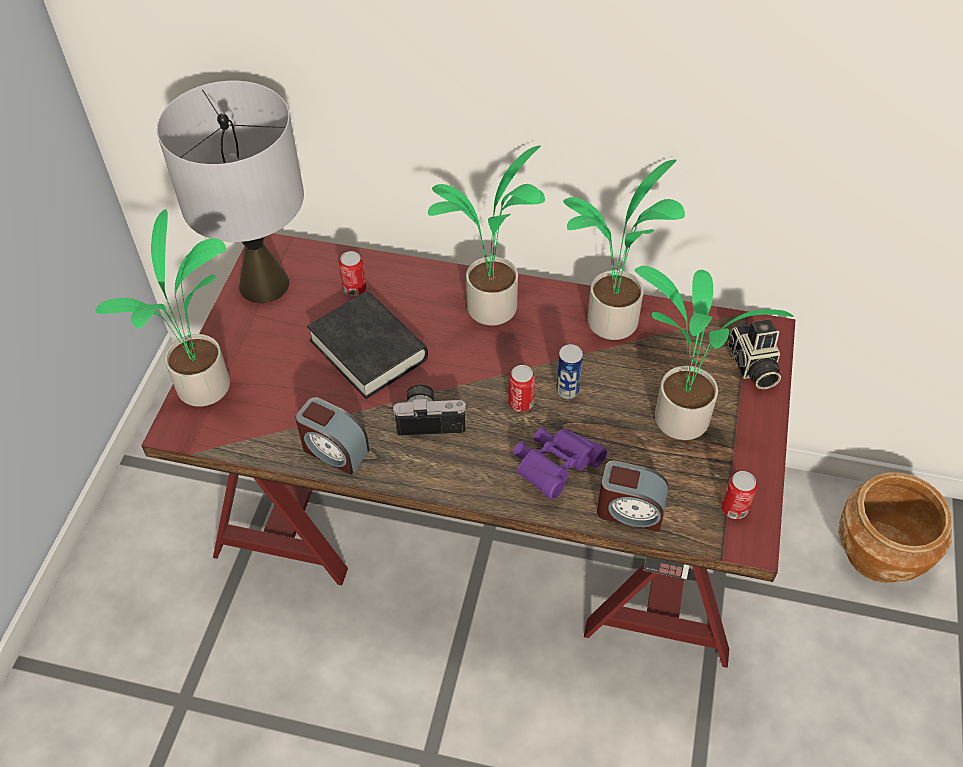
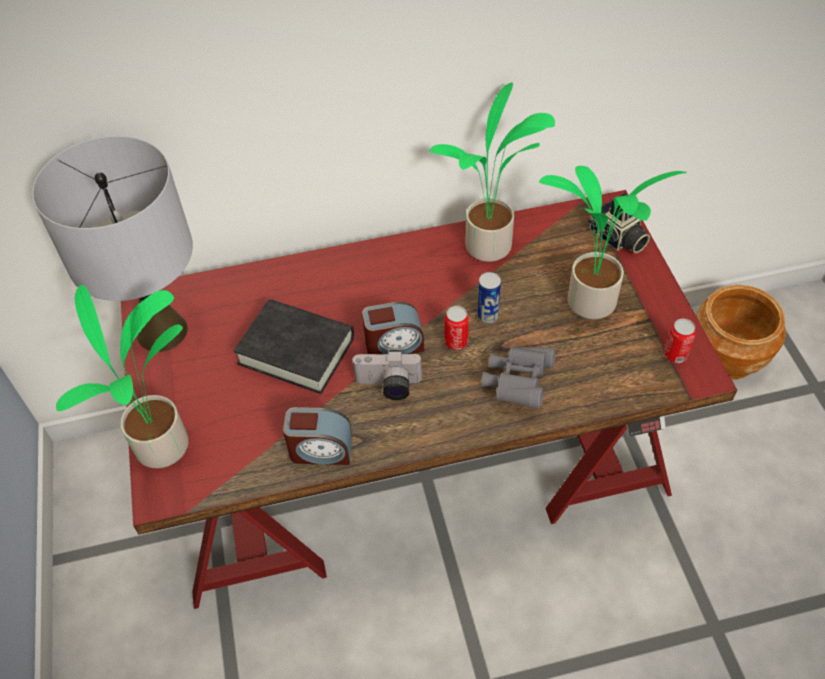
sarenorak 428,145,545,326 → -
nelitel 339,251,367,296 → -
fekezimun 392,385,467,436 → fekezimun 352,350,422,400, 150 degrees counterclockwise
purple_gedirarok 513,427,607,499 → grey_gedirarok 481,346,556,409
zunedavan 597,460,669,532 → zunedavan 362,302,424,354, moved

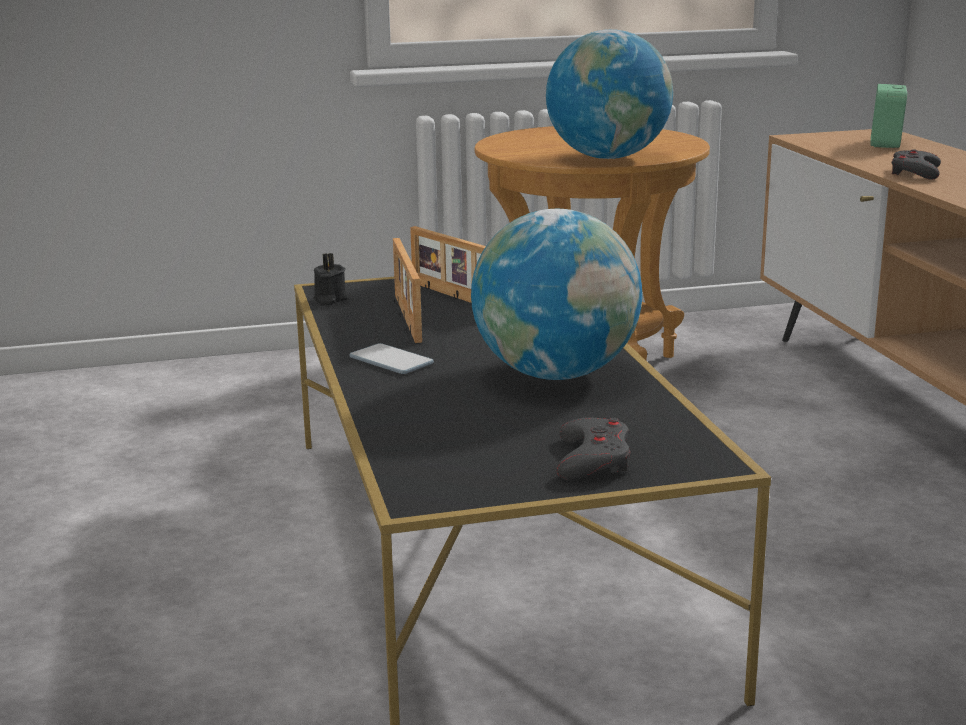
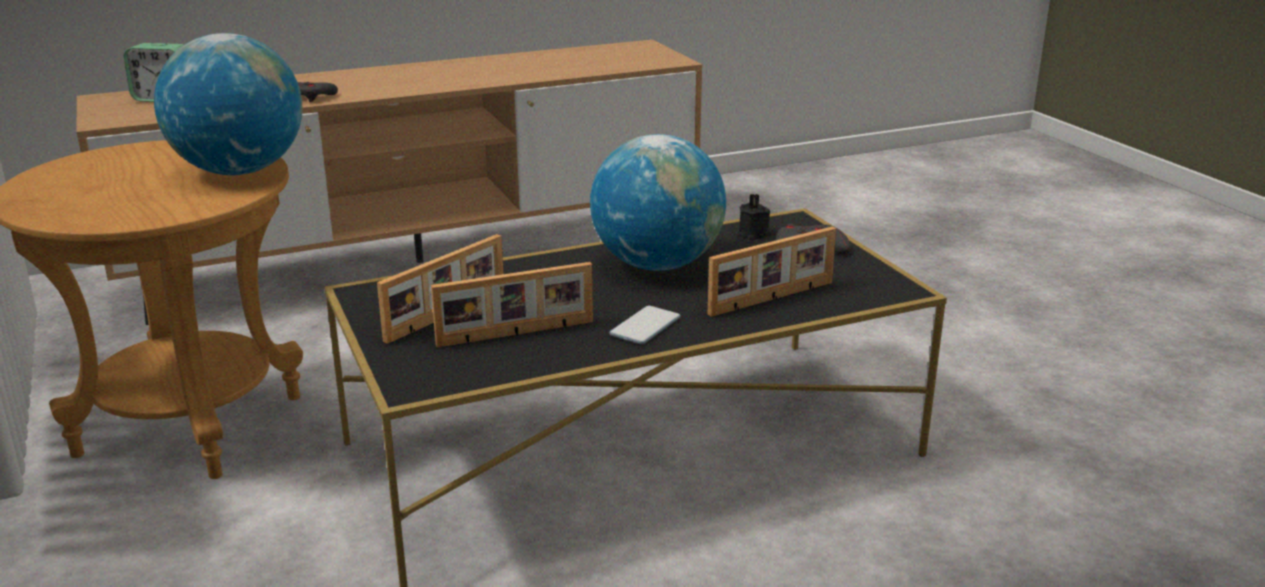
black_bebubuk 314,253,347,305 → black_bebubuk 738,194,771,240, moved
- → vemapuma 708,227,836,317

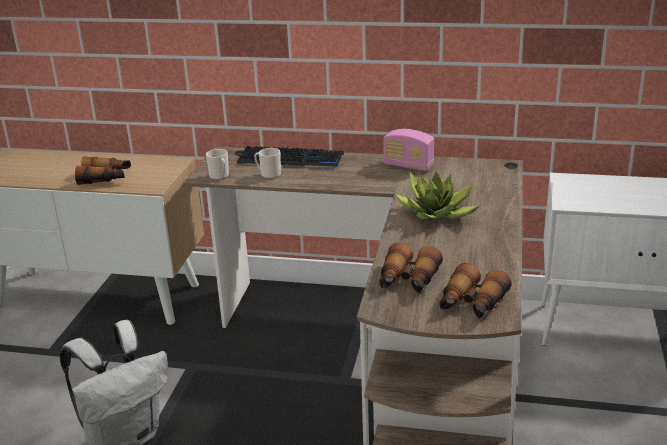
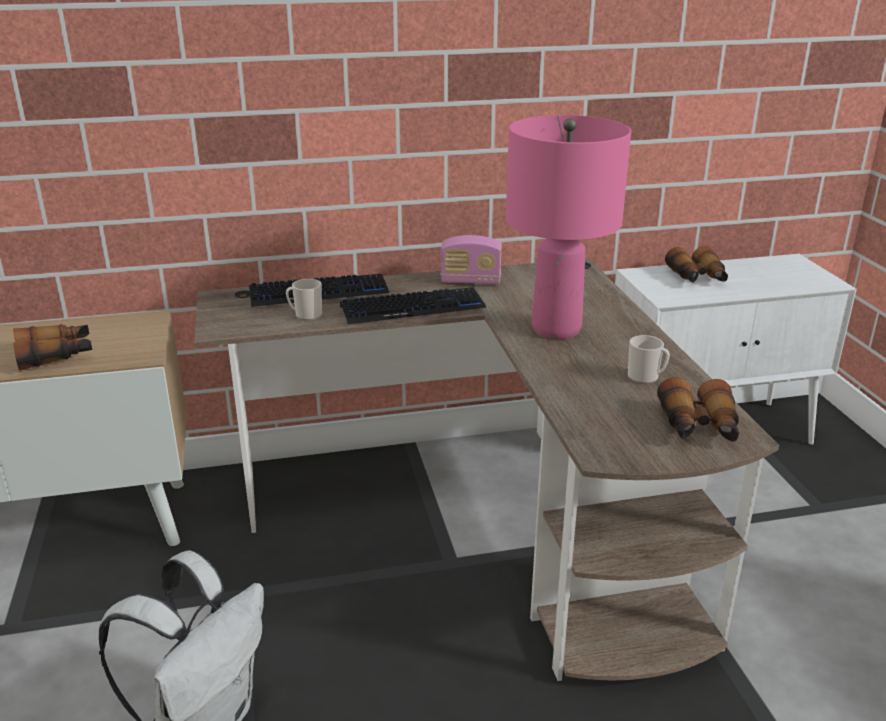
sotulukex 206,149,229,180 → sotulukex 628,335,670,384, moved
sarenorak 395,171,480,219 → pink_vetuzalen 506,115,631,339
gedirarok 379,243,443,293 → gedirarok 665,246,728,283, moved
- → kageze 340,287,486,324

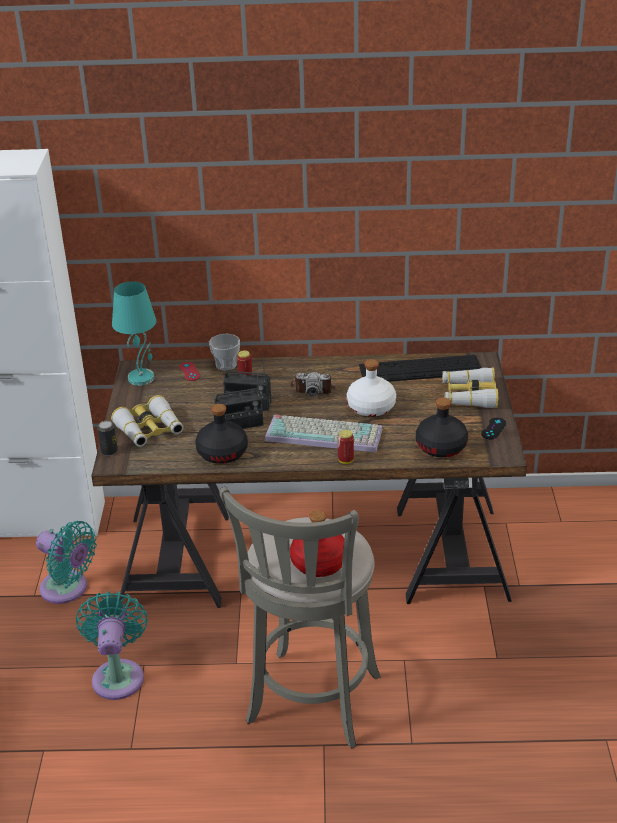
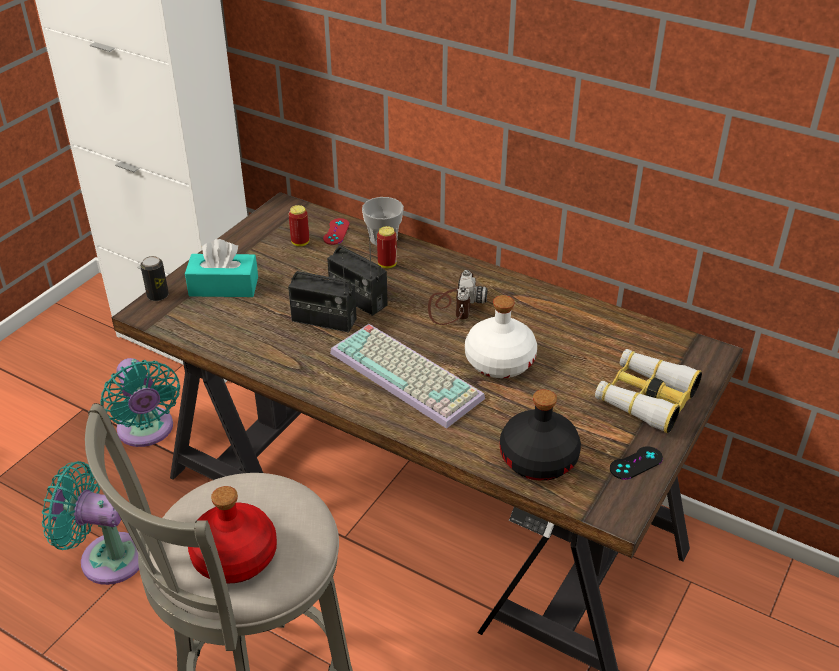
turquoise_vetuzalen 112,281,156,386 → -
kageze 359,355,481,382 → -
fekezimun 291,372,335,397 → fekezimun 428,270,488,325, 120 degrees counterclockwise
gedirarok 111,395,183,447 → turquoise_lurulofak 185,239,258,297
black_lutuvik 195,404,248,464 → -
nelitel 338,430,354,464 → nelitel 289,205,309,246, moved
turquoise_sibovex 76,591,147,700 → turquoise_sibovex 42,461,139,585, 105 degrees counterclockwise

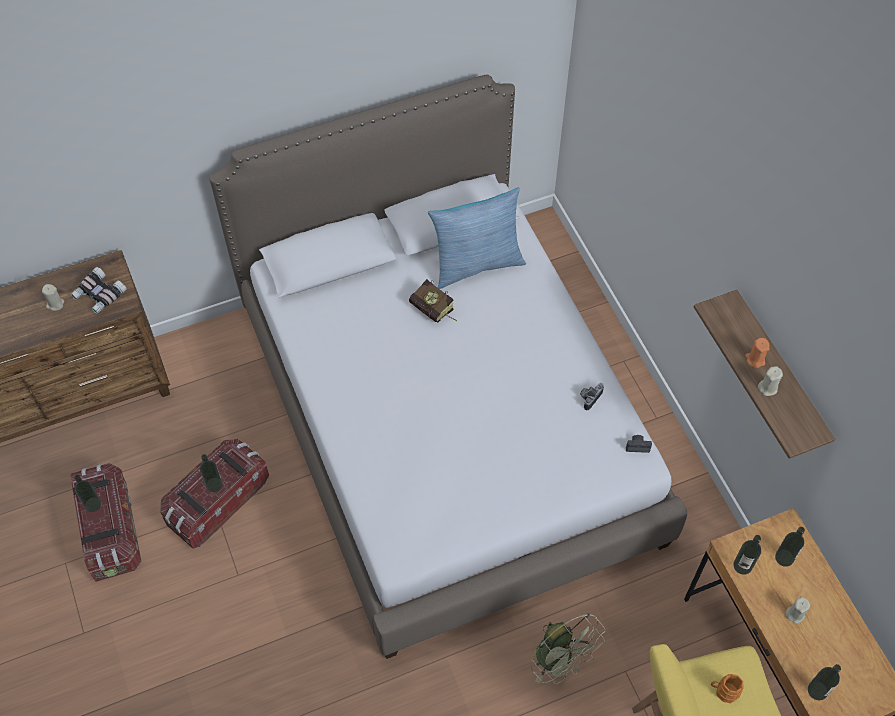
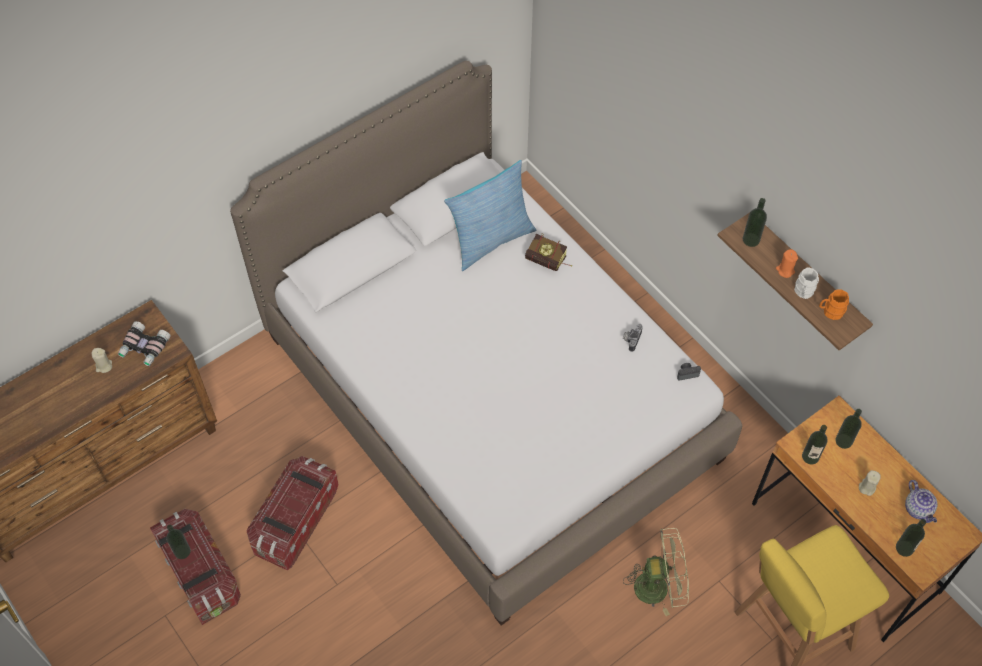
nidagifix 409,279,457,322 → nidagifix 525,234,573,271, moved
beige_bebubuk 758,366,783,396 → white_sotulukex 794,267,819,299
lutuvik 200,454,223,492 → lutuvik 743,198,767,247, moved
green_sibovex 531,613,605,684 → green_sibovex 623,528,689,616, 45 degrees counterclockwise
orange_sotulukex 711,674,744,703 → orange_sotulukex 819,289,849,320, moved
- → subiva 905,480,938,523

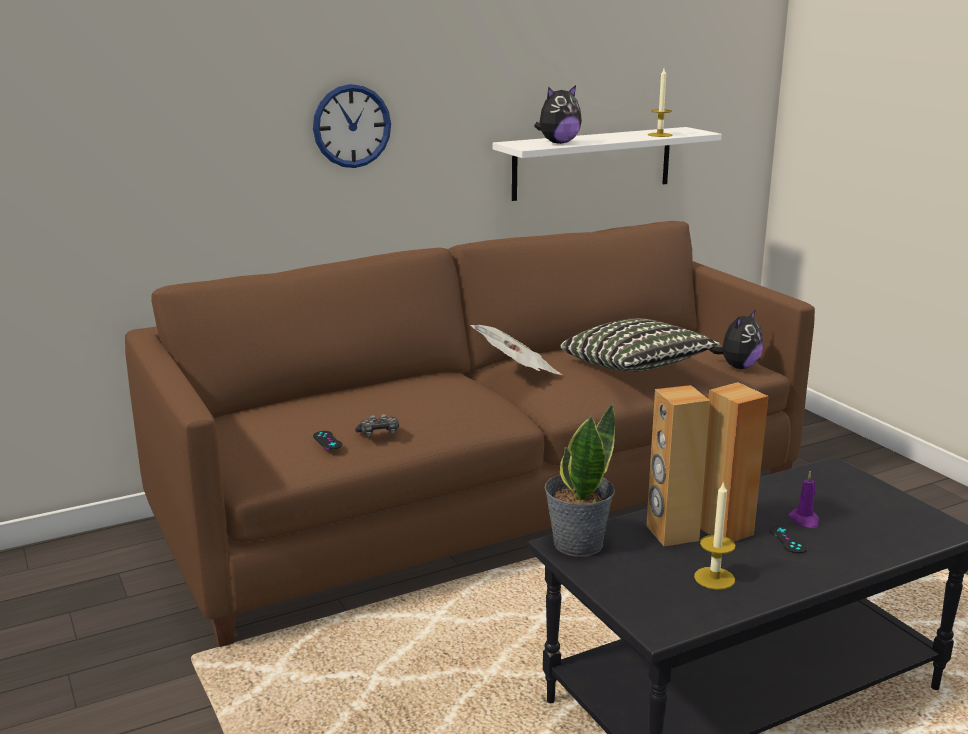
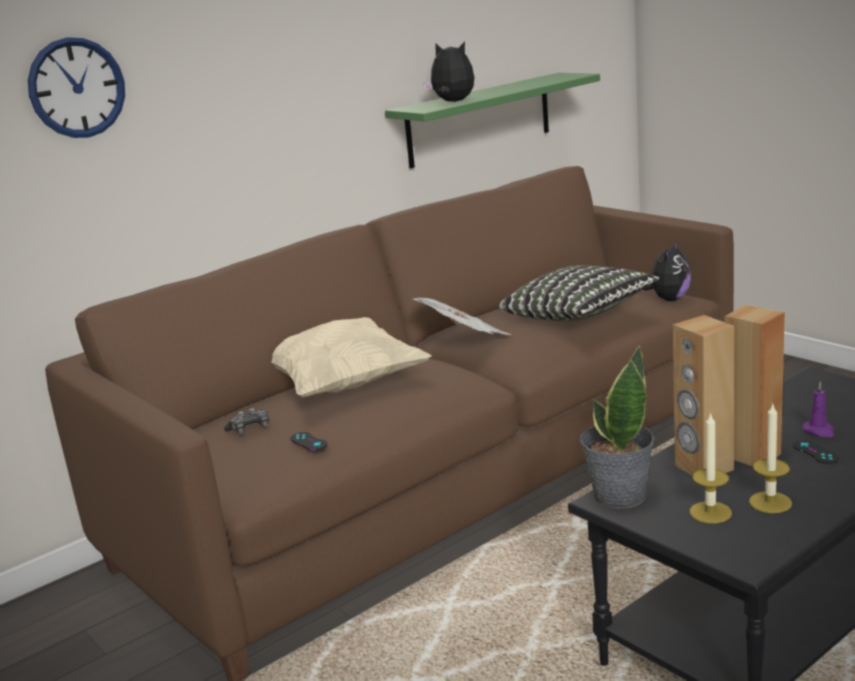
bebubuk 648,68,672,137 → bebubuk 690,412,732,523, moved
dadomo 313,84,391,168 → dadomo 28,37,125,138, moved
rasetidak 534,85,582,144 → rasetidak 423,42,475,102, 105 degrees counterclockwise
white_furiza 493,127,721,201 → green_furiza 385,73,600,168
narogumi 355,414,399,437 → narogumi 224,408,269,434, moved
- → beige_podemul 272,317,432,397

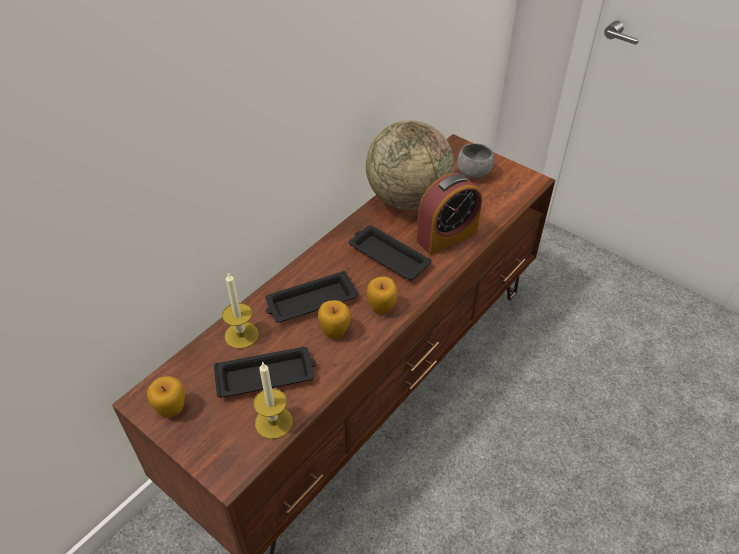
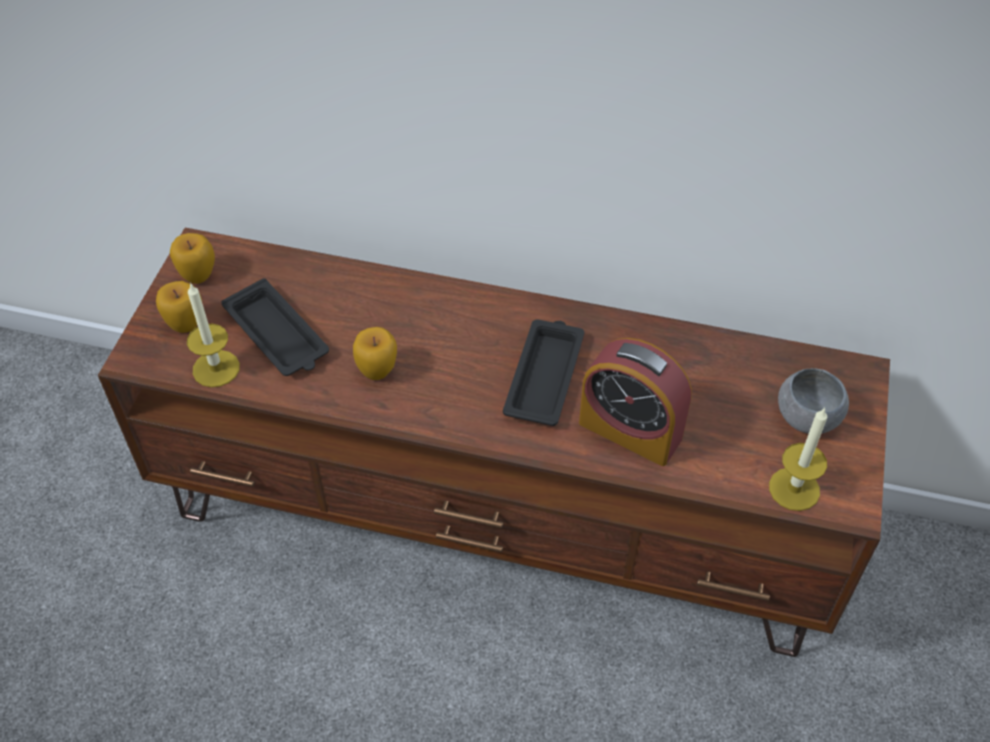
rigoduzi 366,120,454,210 → -
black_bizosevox 265,271,358,323 → -
bebubuk 222,273,259,349 → bebubuk 769,407,827,511, moved
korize 367,276,397,314 → korize 156,281,202,333, moved

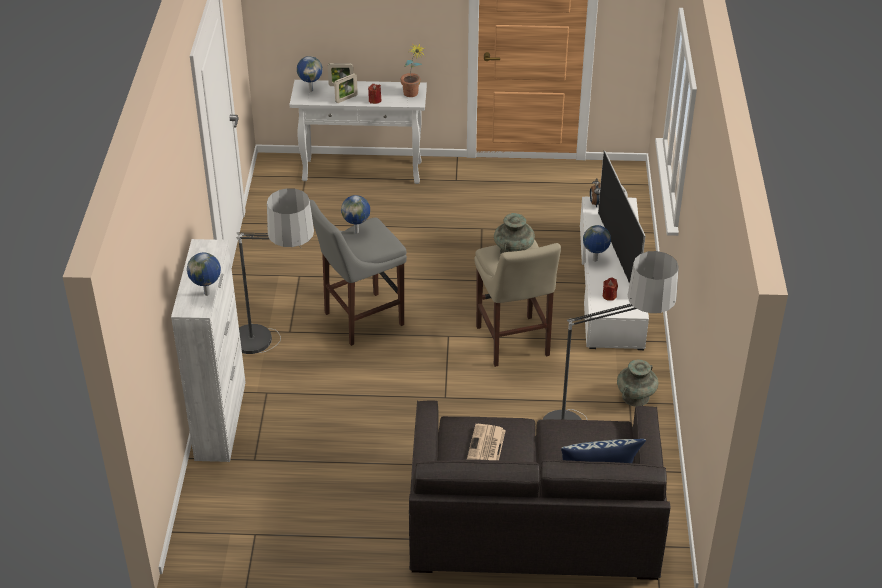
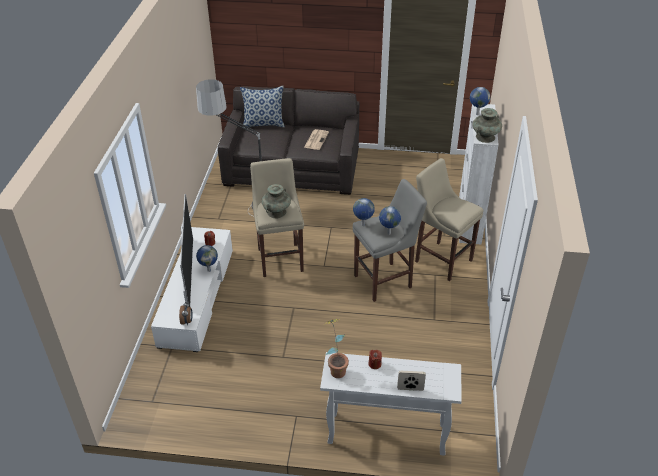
rigoduzi 297,56,323,92 → rigoduzi 353,198,375,226, moved
vemapuma 334,73,358,103 → -
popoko 236,188,314,354 → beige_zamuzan 415,158,484,281
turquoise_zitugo 617,359,658,406 → turquoise_zitugo 472,108,502,143, moved

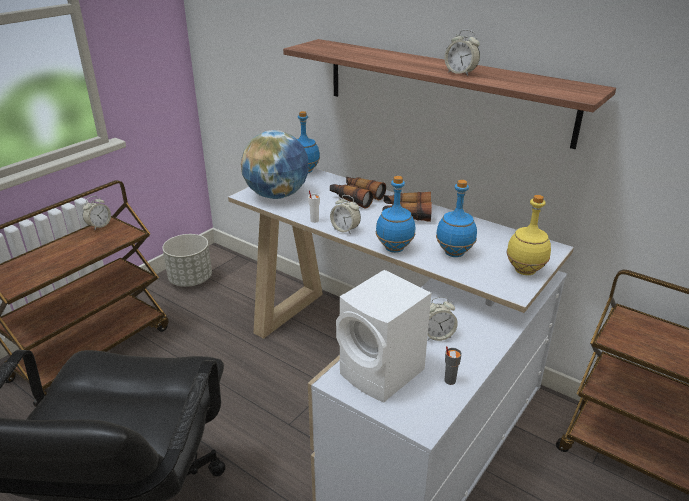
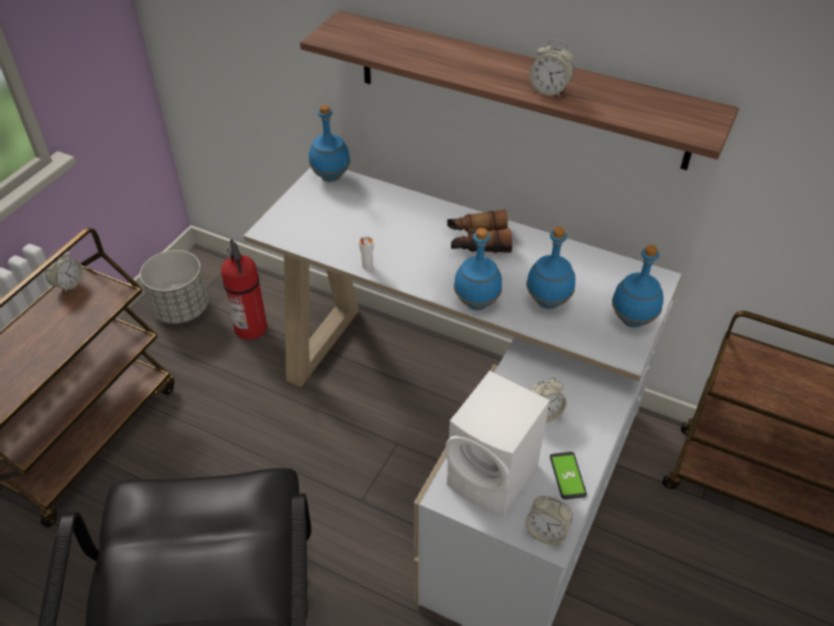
rigoduzi 241,130,309,199 → -
gedirarok 330,177,386,209 → -
zunedavan 330,195,361,235 → zunedavan 525,495,573,545, moved
yellow_lutuvik 507,195,551,275 → blue_lutuvik 612,245,664,328
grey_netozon 444,346,462,385 → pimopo 550,452,587,499
- → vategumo 221,239,267,340

